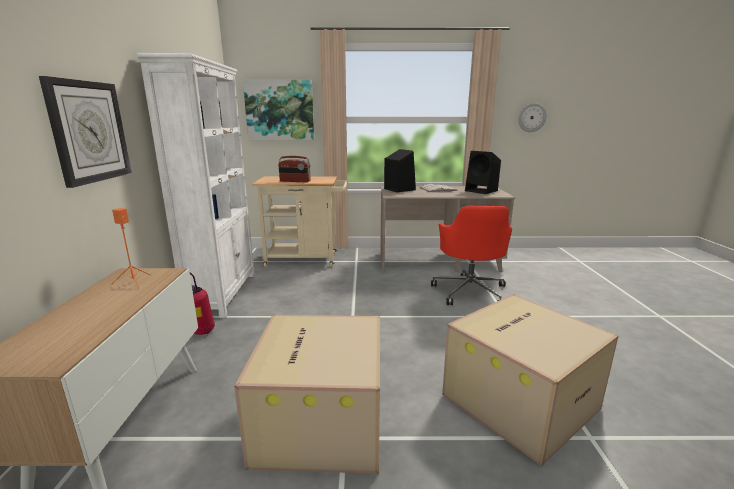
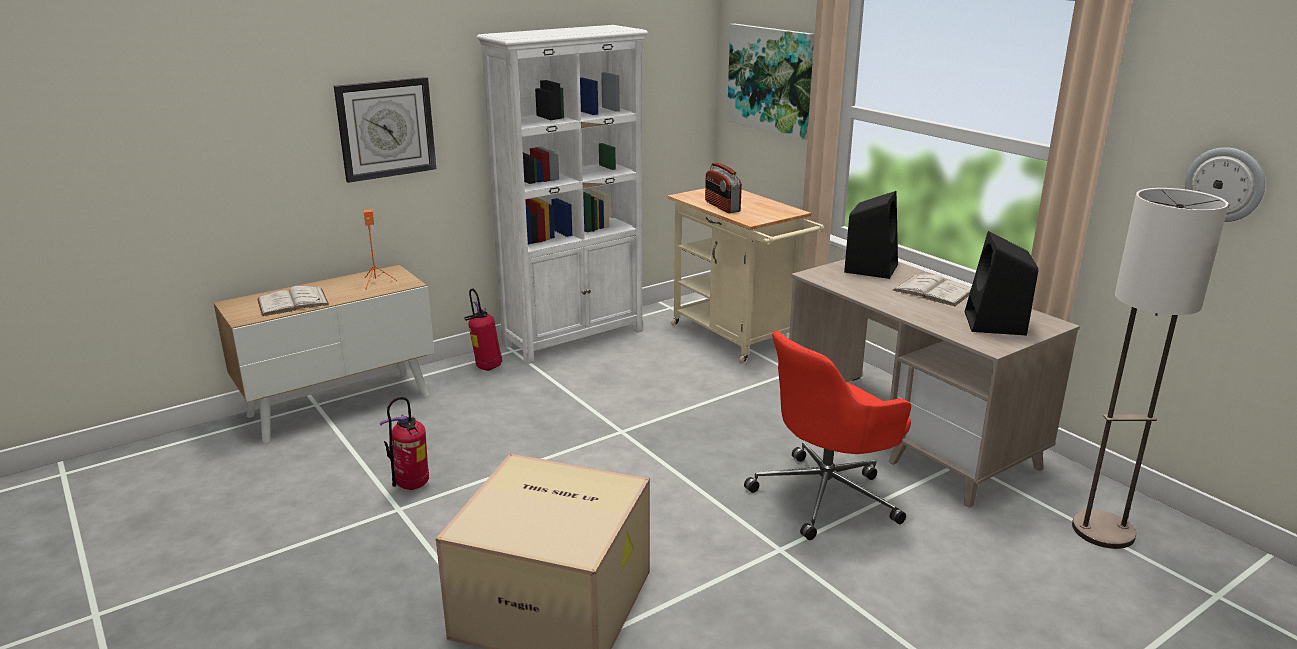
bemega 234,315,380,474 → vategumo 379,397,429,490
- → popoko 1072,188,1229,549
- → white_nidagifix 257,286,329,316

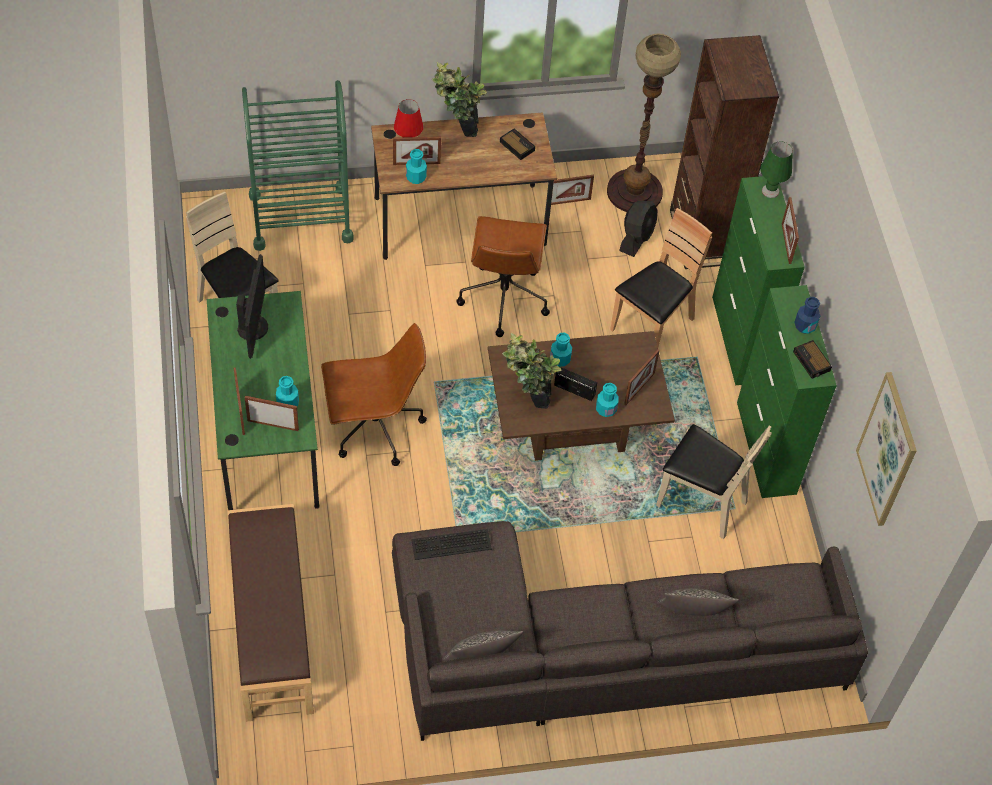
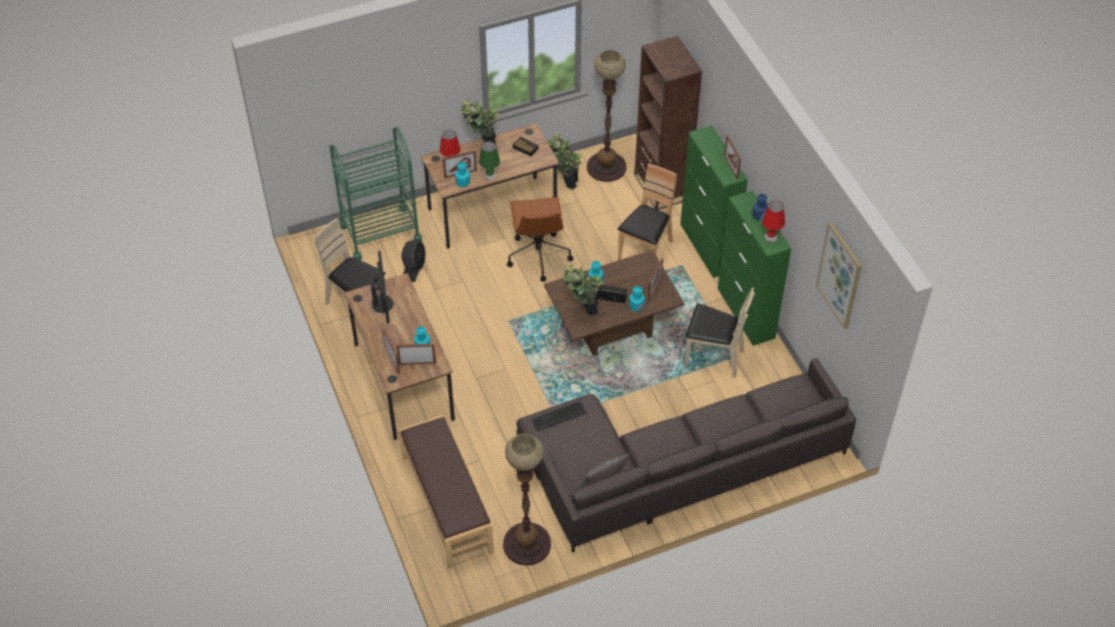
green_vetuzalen 760,141,793,198 → green_vetuzalen 479,141,500,180, moved
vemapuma 551,175,594,205 → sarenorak 546,131,582,190
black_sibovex 619,201,658,257 → black_sibovex 401,239,426,282, moved
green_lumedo 207,291,320,510 → brown_lumedo 344,273,455,440
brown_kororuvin 321,323,427,466 → -
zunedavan 793,340,832,379 → red_vetuzalen 762,201,785,242
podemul 657,588,739,616 → -
- → popoko 503,434,551,566

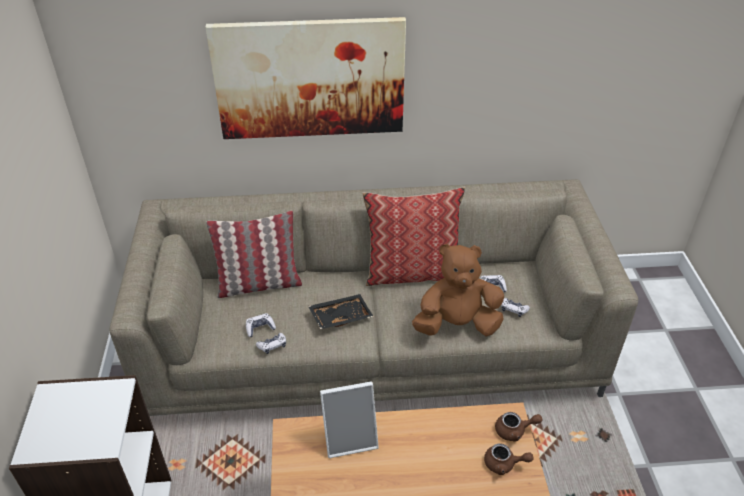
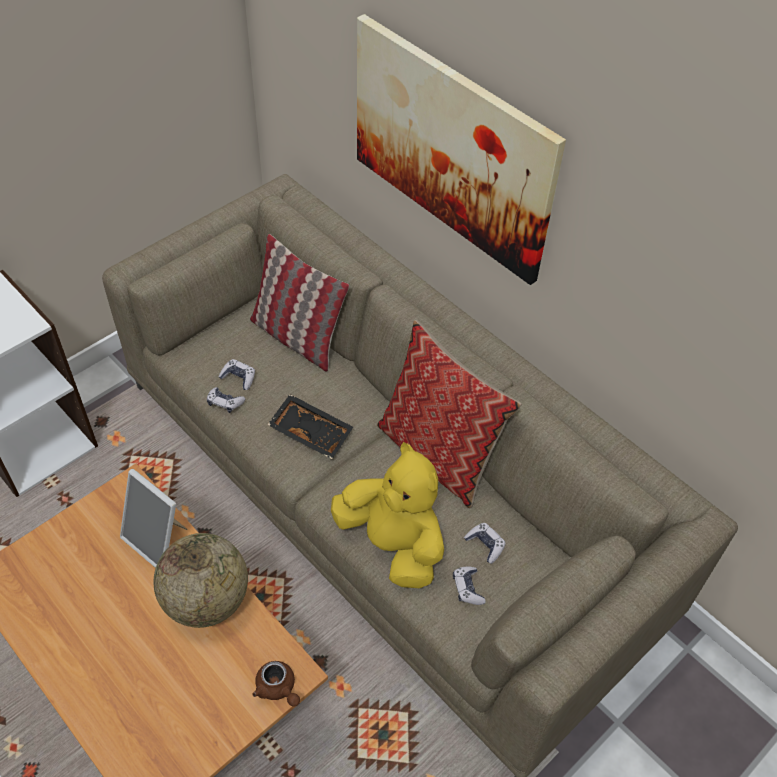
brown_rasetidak 412,244,504,336 → yellow_rasetidak 331,442,444,588
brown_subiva 484,443,534,475 → -
- → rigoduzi 154,533,248,628

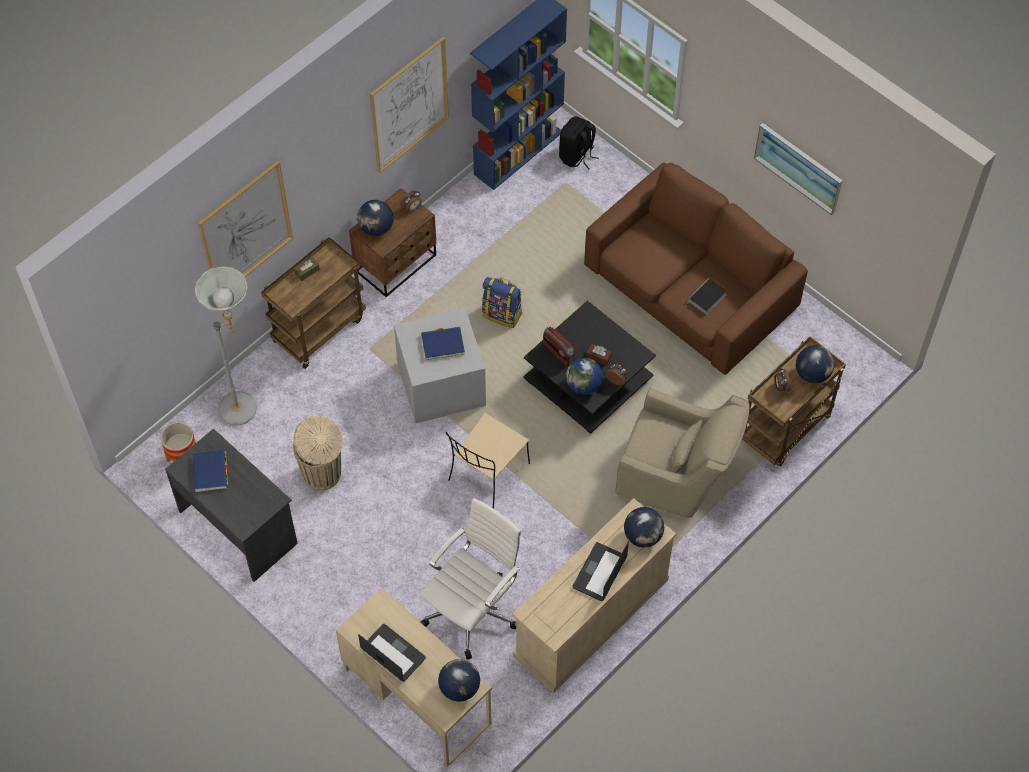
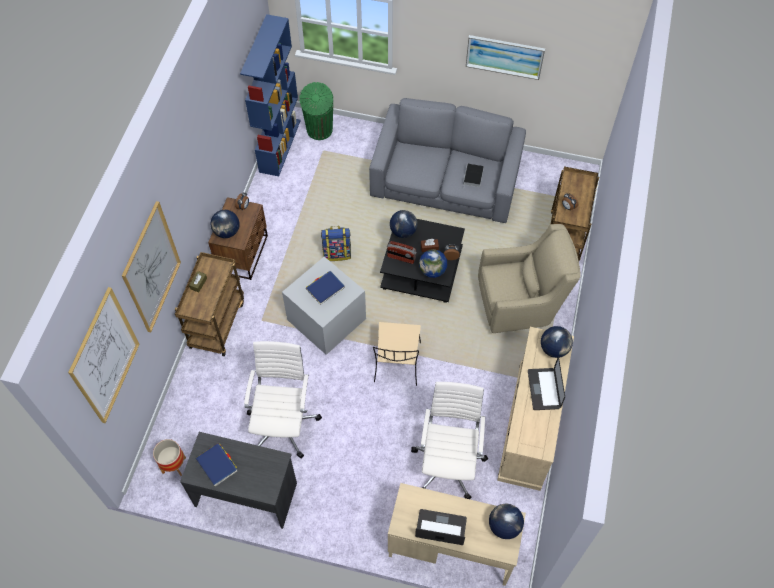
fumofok 370,36,449,173 → fumofok 68,287,140,423, moved
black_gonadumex 559,116,599,170 → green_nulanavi 300,82,333,140
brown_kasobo 584,163,808,375 → grey_kasobo 369,98,526,223
grey_popoko 195,266,257,426 → -
rigoduzi 796,345,834,384 → rigoduzi 390,210,418,238, moved
beige_nulanavi 293,415,343,491 → white_kororuvin 244,341,322,458

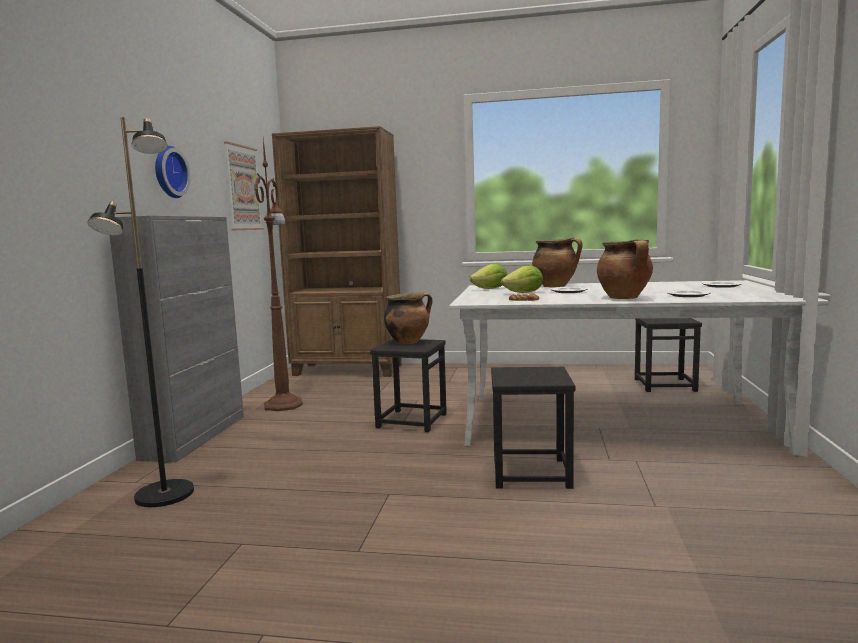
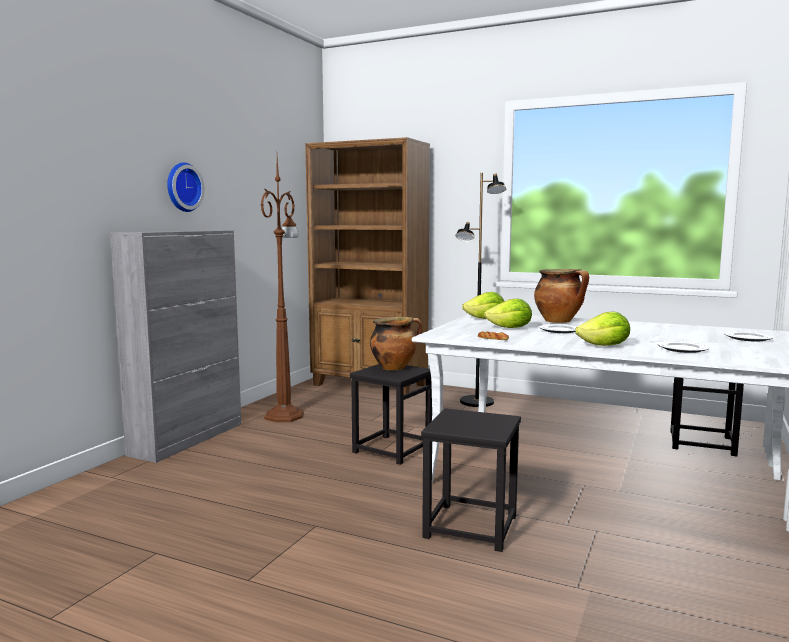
black_popoko 87,117,194,507 → black_popoko 456,173,506,407, moved
fumofok 224,141,264,230 → -
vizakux 597,240,653,299 → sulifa 575,311,630,346

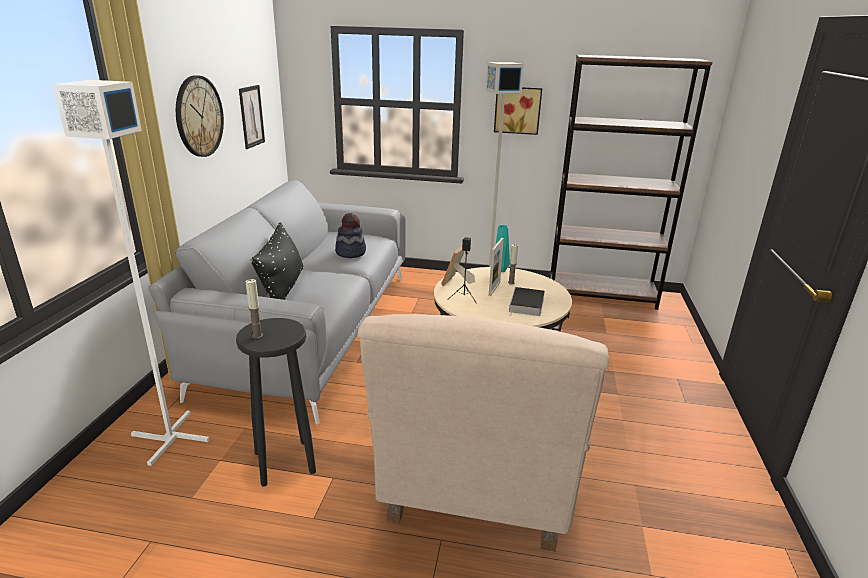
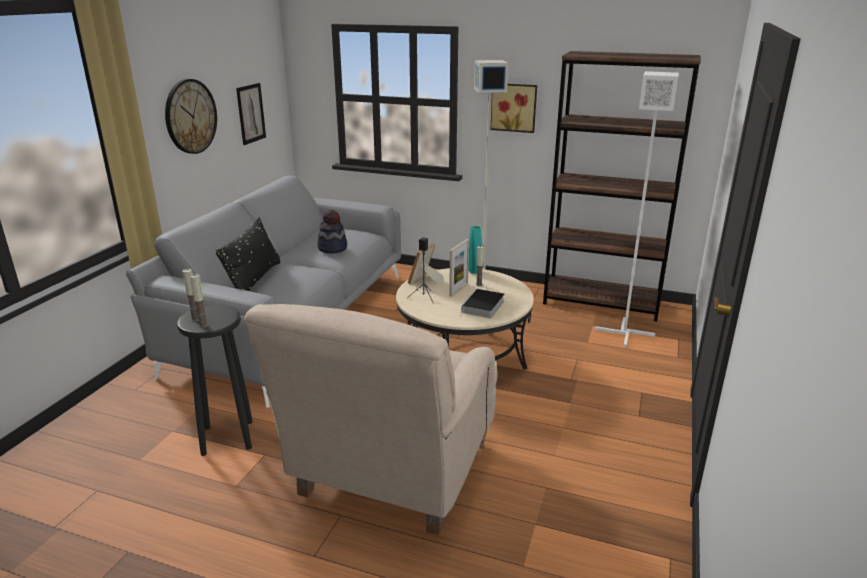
white_popoko 53,80,210,466 → white_popoko 595,71,679,347, moved
- → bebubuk 190,274,208,328

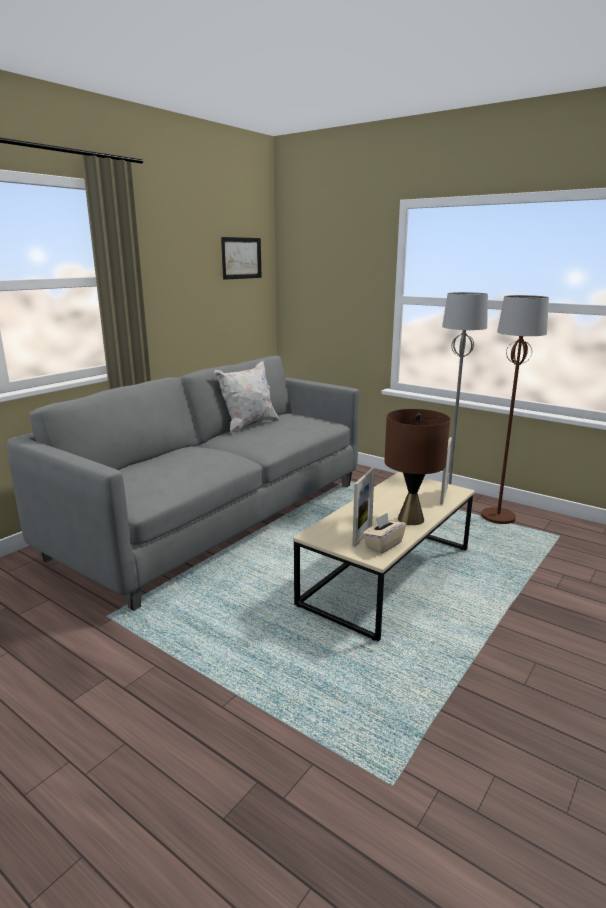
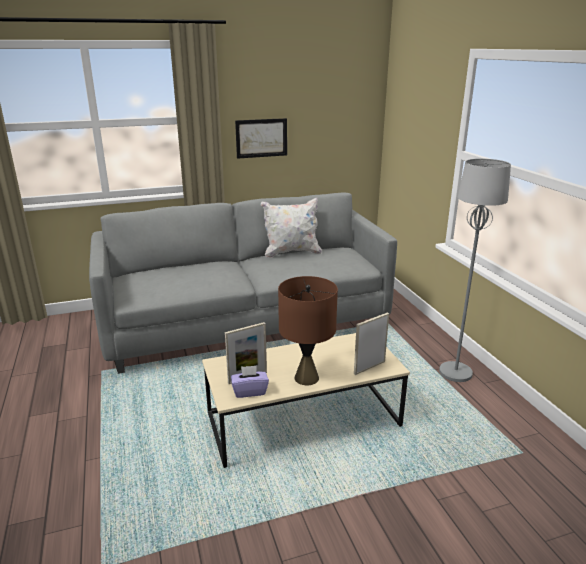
fumofok 221,237,262,280 → fumofok 235,118,287,159, moved
brown_popoko 481,295,549,524 → -
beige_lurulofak 362,513,406,553 → purple_lurulofak 231,365,269,398

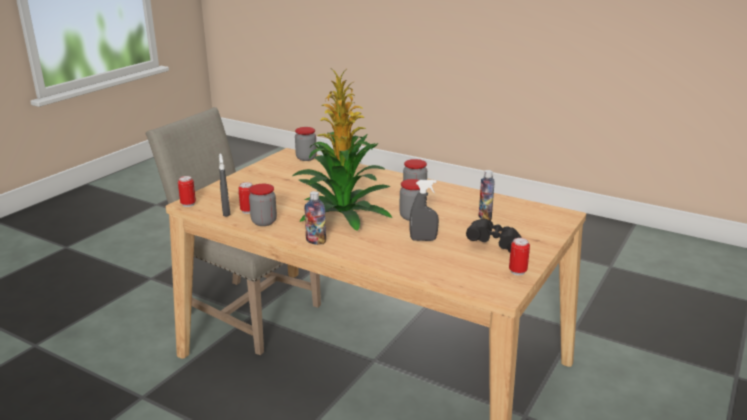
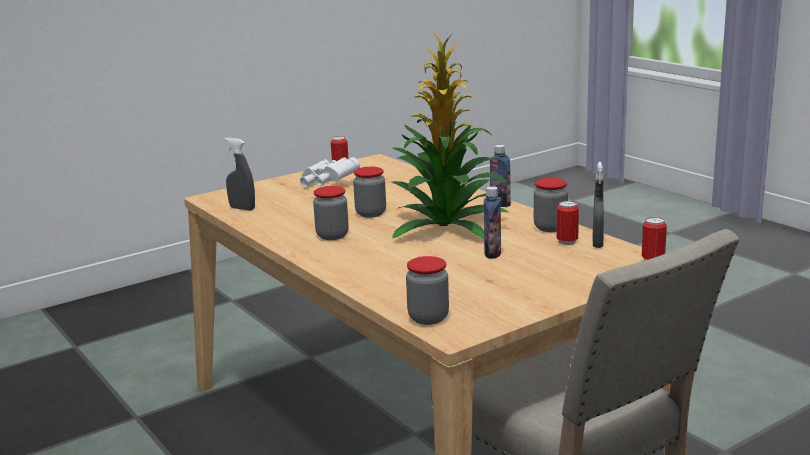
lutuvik 479,170,495,221 → lutuvik 484,186,501,259, moved
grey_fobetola 409,180,439,241 → grey_fobetola 225,138,255,211, moved
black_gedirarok 466,219,521,253 → white_gedirarok 300,157,360,187

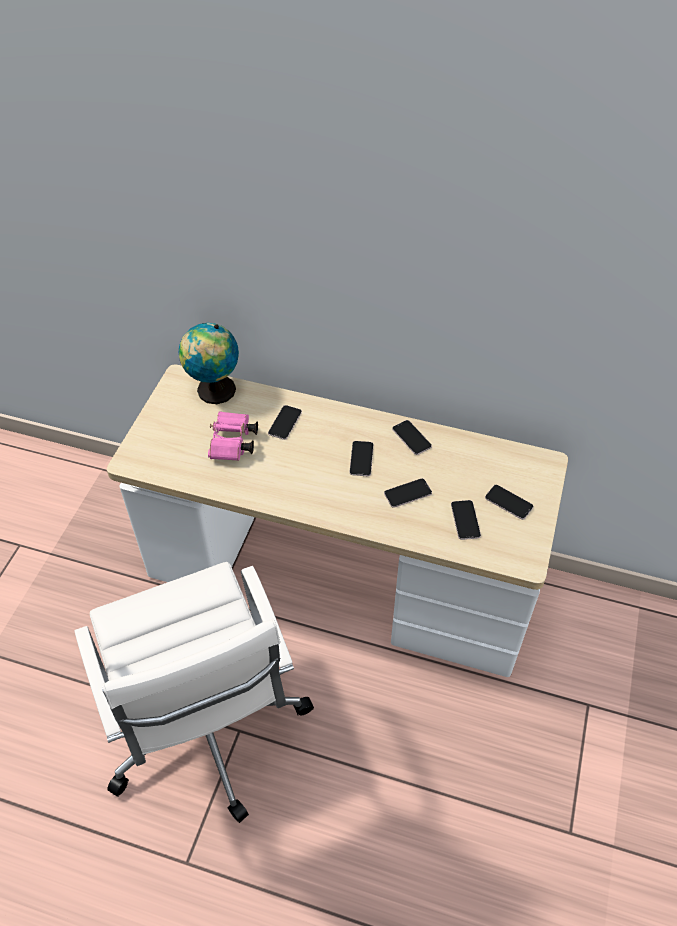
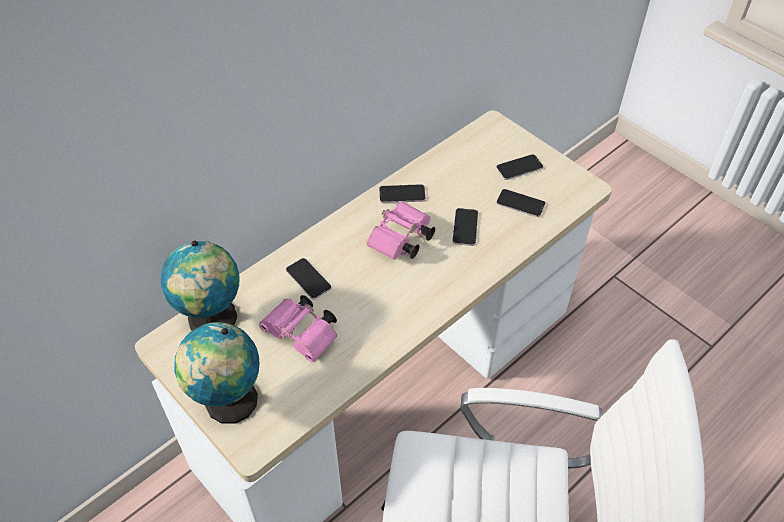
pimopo 349,441,374,476 → pink_gedirarok 366,201,435,260
- → rigoduzi 174,322,260,424

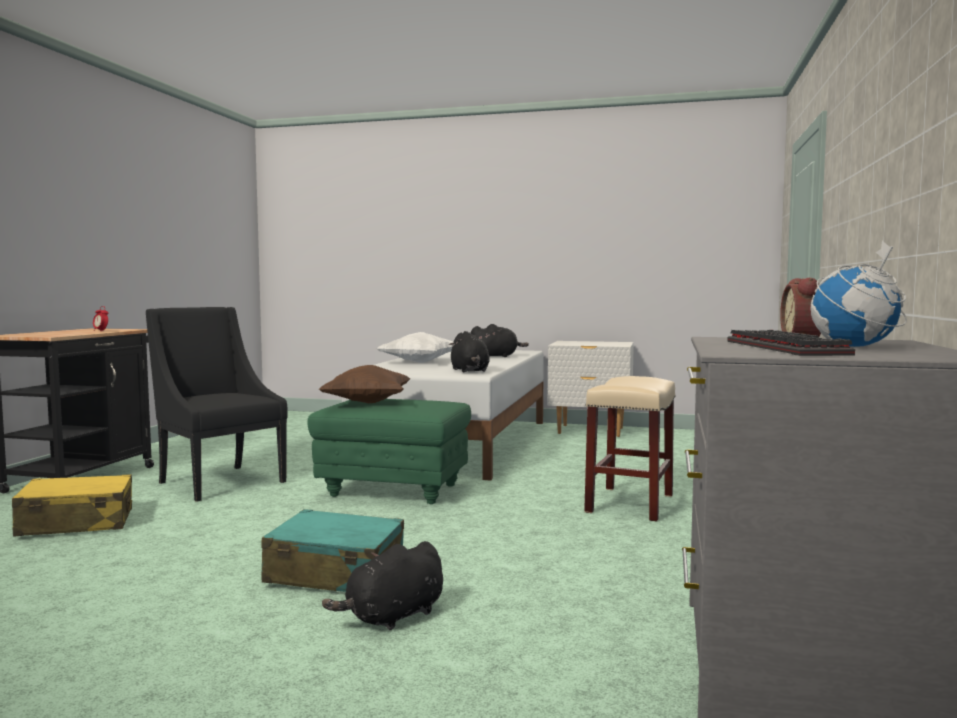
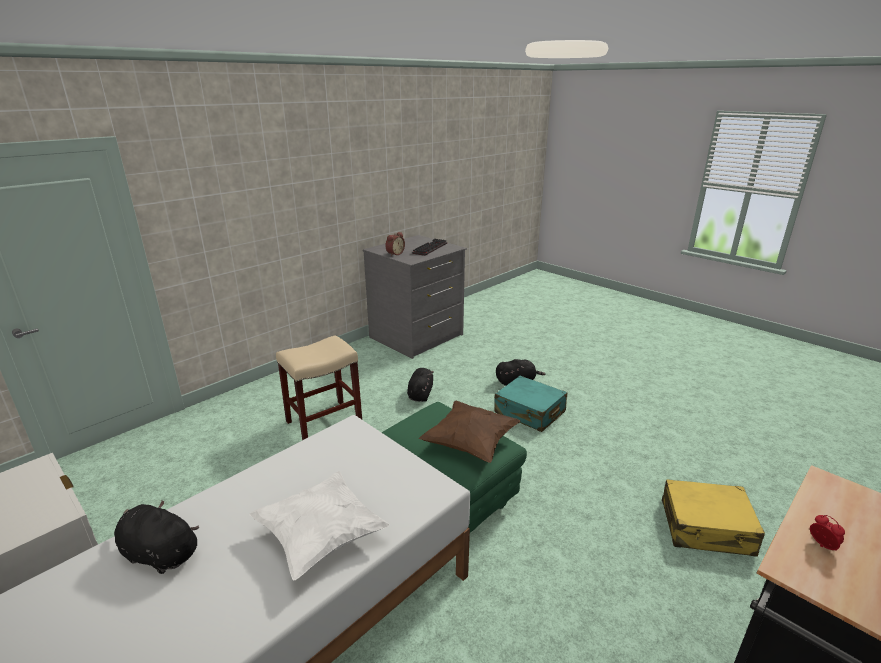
rigoduzi 811,241,907,347 → -
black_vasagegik 146,307,288,502 → -
black_rasetidak 449,331,489,372 → black_rasetidak 407,368,434,402, moved

